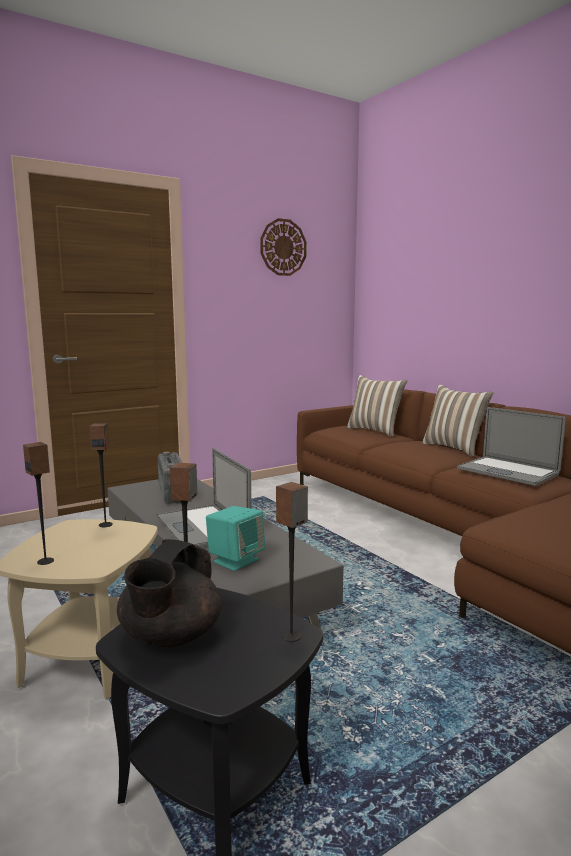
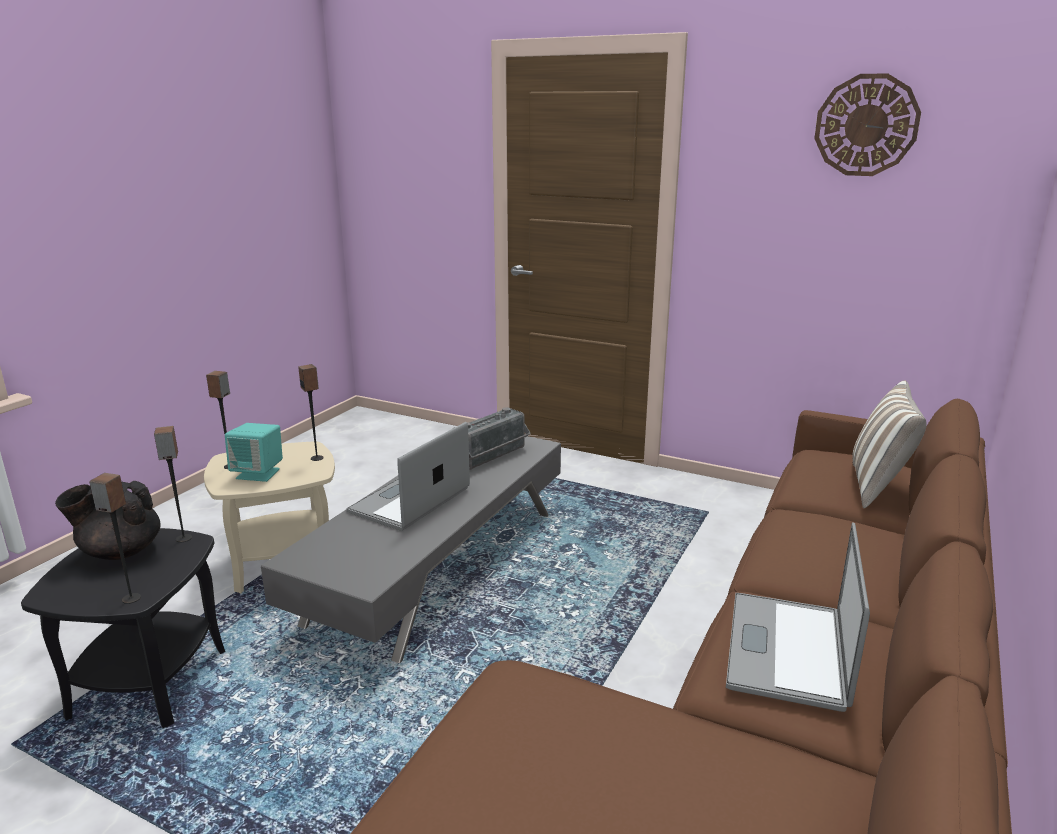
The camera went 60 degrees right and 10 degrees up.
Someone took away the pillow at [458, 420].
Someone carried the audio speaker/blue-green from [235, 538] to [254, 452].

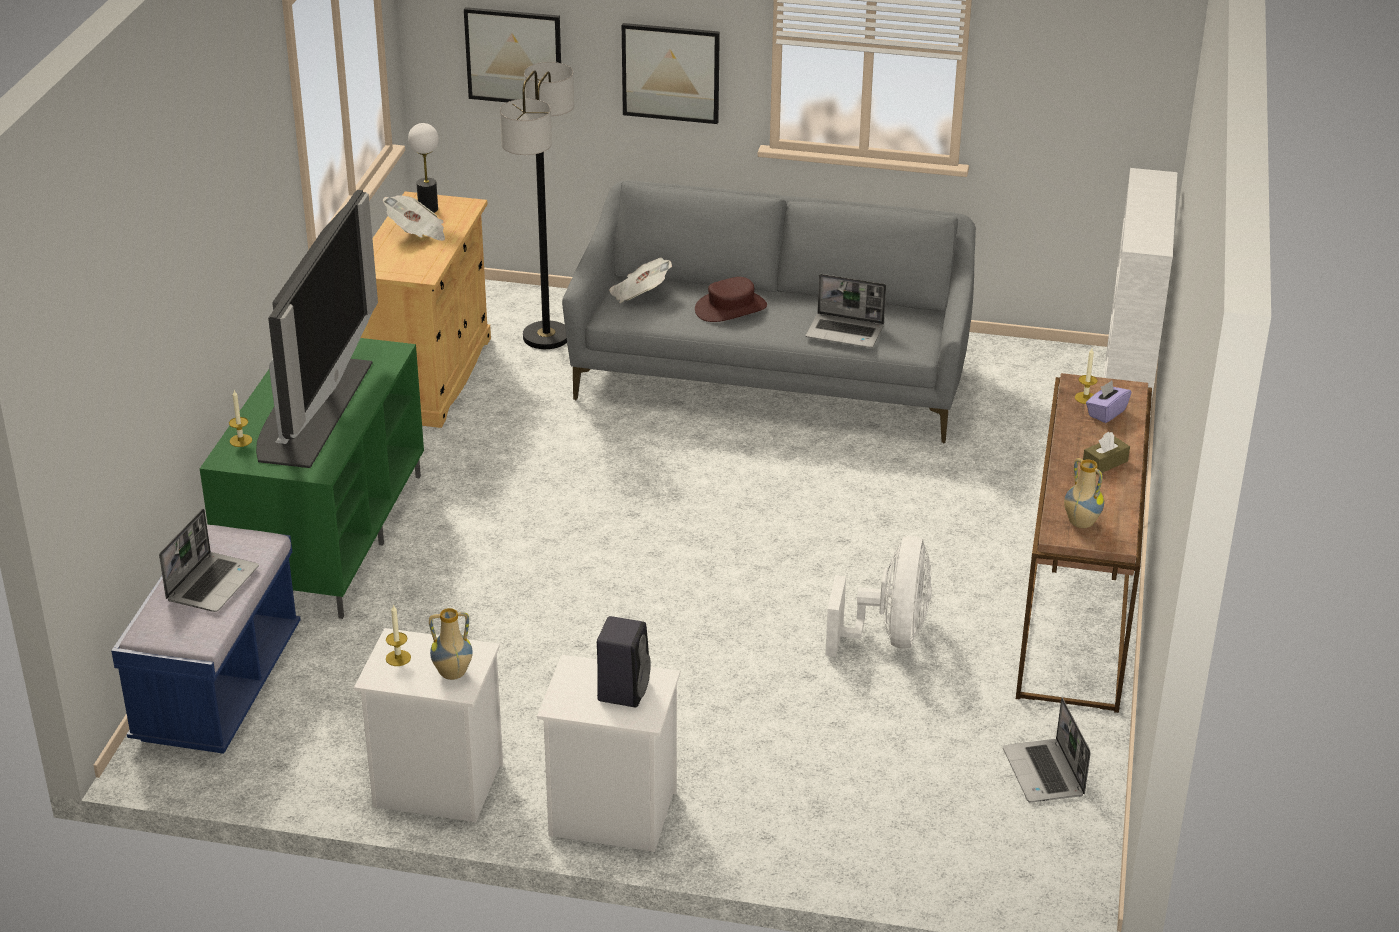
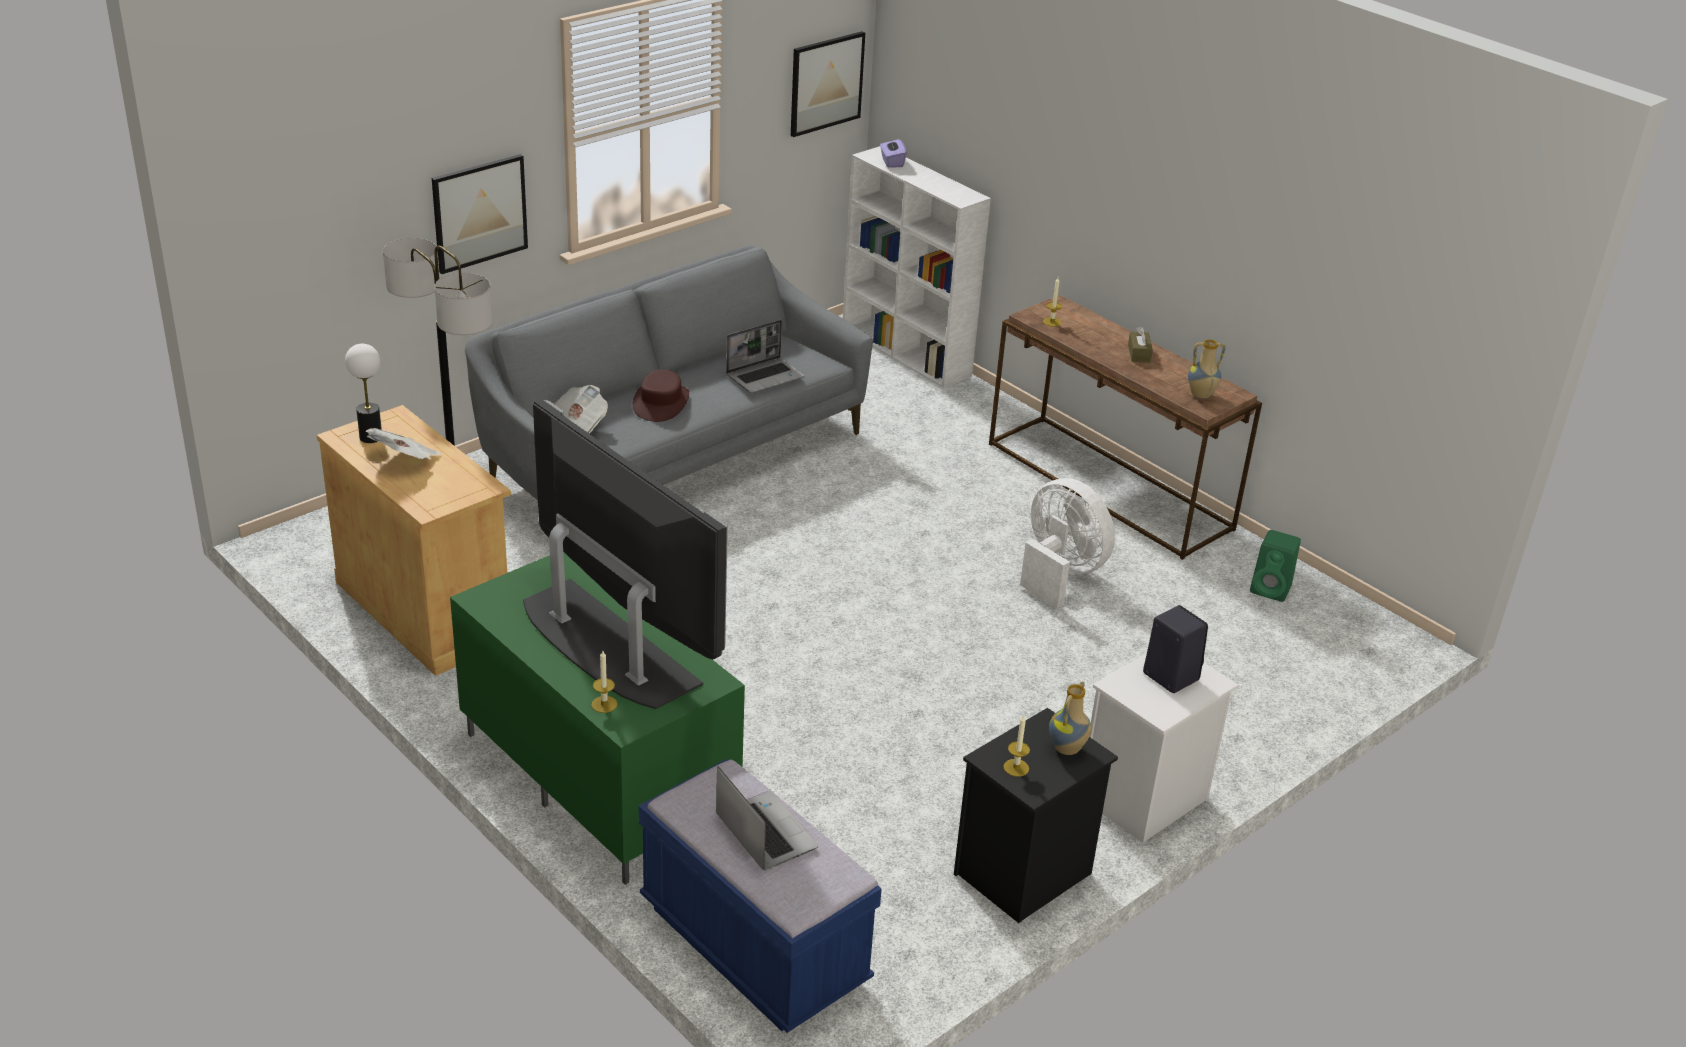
The camera went 55 degrees left and 0 degrees up.
Someone carried the wall art from [512, 54] to [828, 84].
Someone carried the tissue holder/purple-coloured from [1108, 402] to [893, 153].
Someone swapped the laptop at [1046, 750] for the audio speaker/green-coloured at [1275, 566].
Someone repainted the nightstand/white-coloured at [428, 725], which became the nightstand/black at [1036, 815].

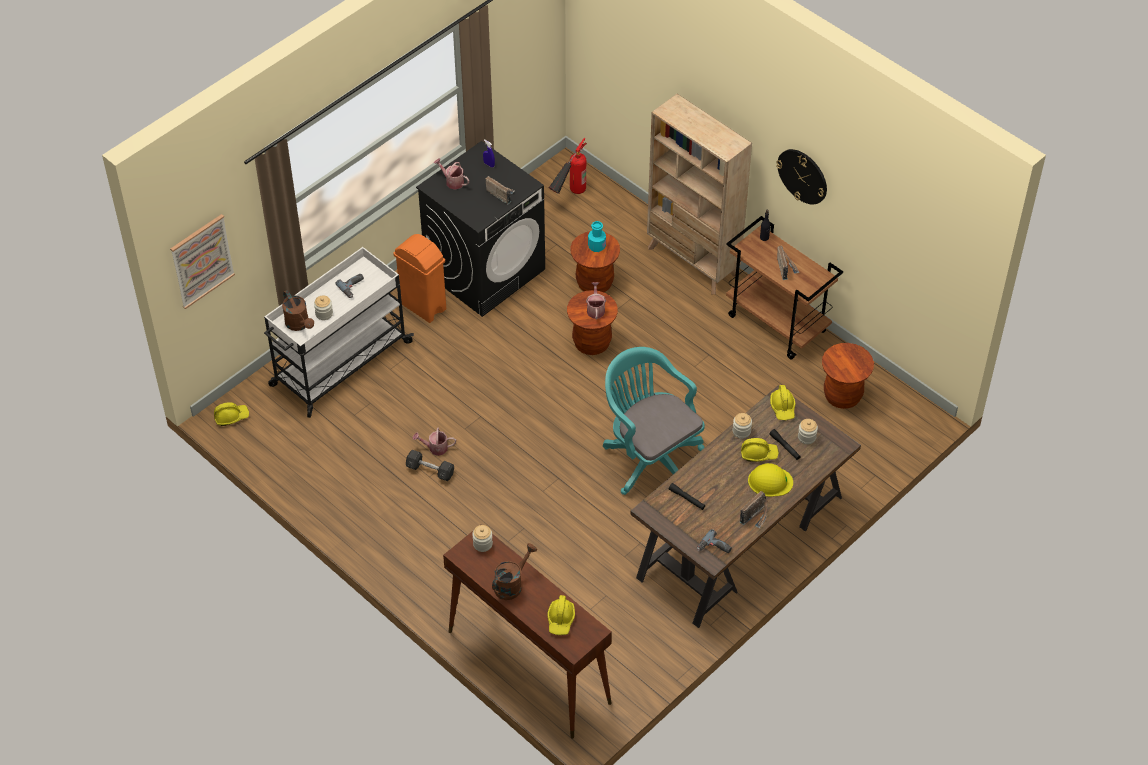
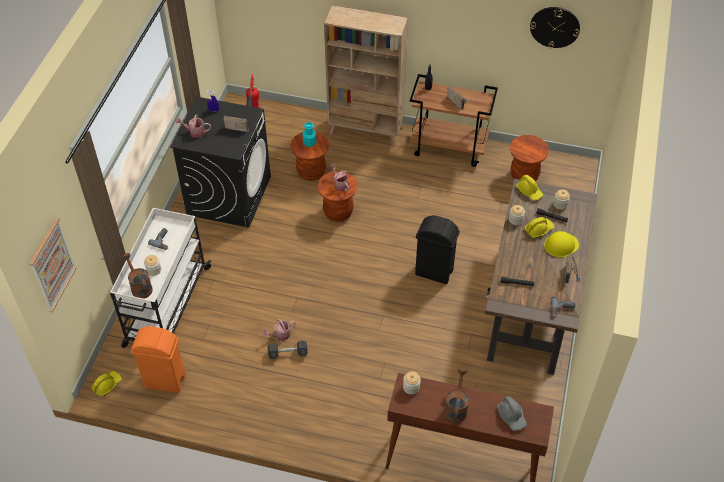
The camera went 30 degrees left and 0 degrees up.
Someone carried the waste bin/orangey from [419, 278] to [158, 359].
Someone carried the wall clock from [801, 177] to [555, 27].
Someone swapped the office chair/blue-green at [654, 421] for the waste bin/black at [437, 249].
Someone repainted the safety helmet/yellow at [561, 615], which became the safety helmet/grey at [512, 413].
Someone rotated the sprinkling can/brown at [298, 310] by 150 degrees counterclockwise.

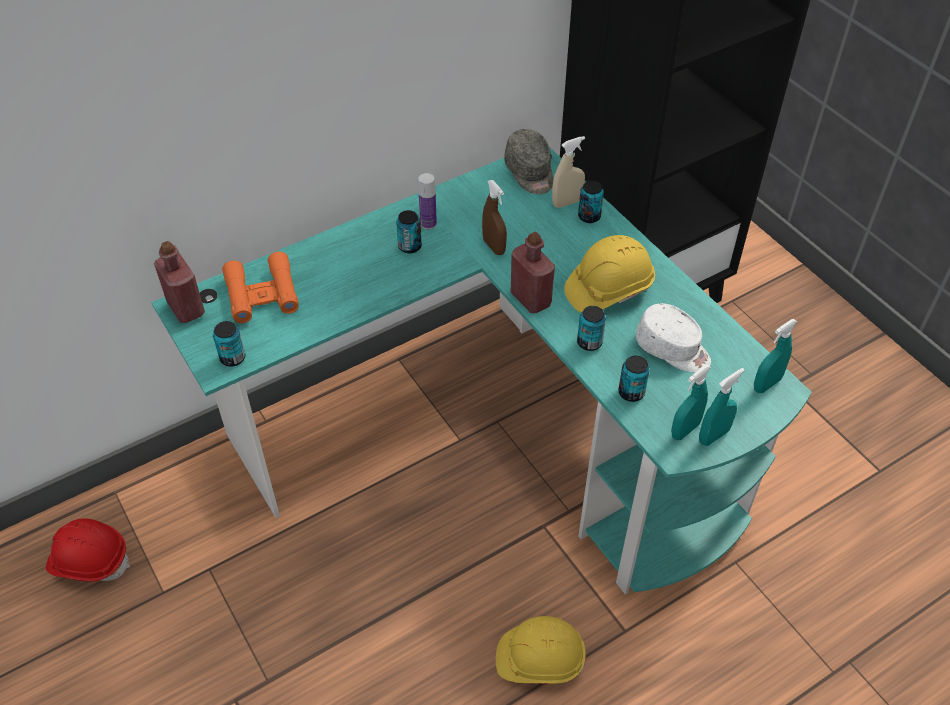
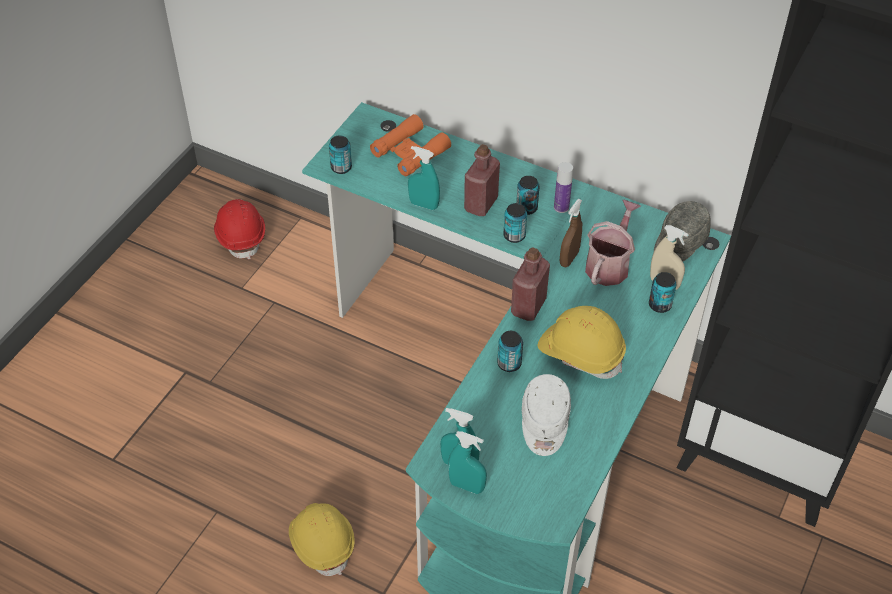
The camera went 60 degrees right and 0 degrees up.
Someone put down the sprinkling can at [613, 243].
Someone carried the bottle/red from [179, 282] to [482, 180].
Someone carried the metal can from [634, 379] to [515, 223].
Someone carried the hand sprayer/blue-green from [775, 356] to [424, 178].

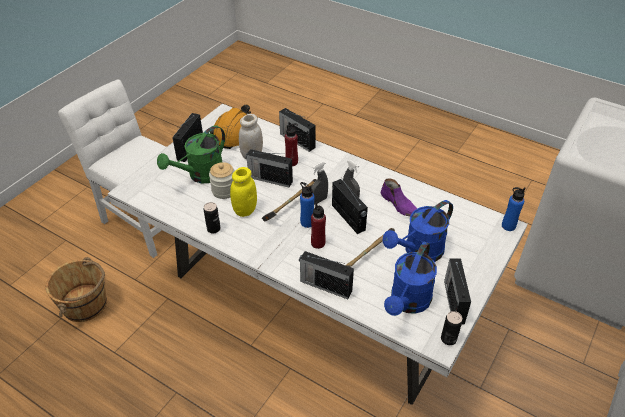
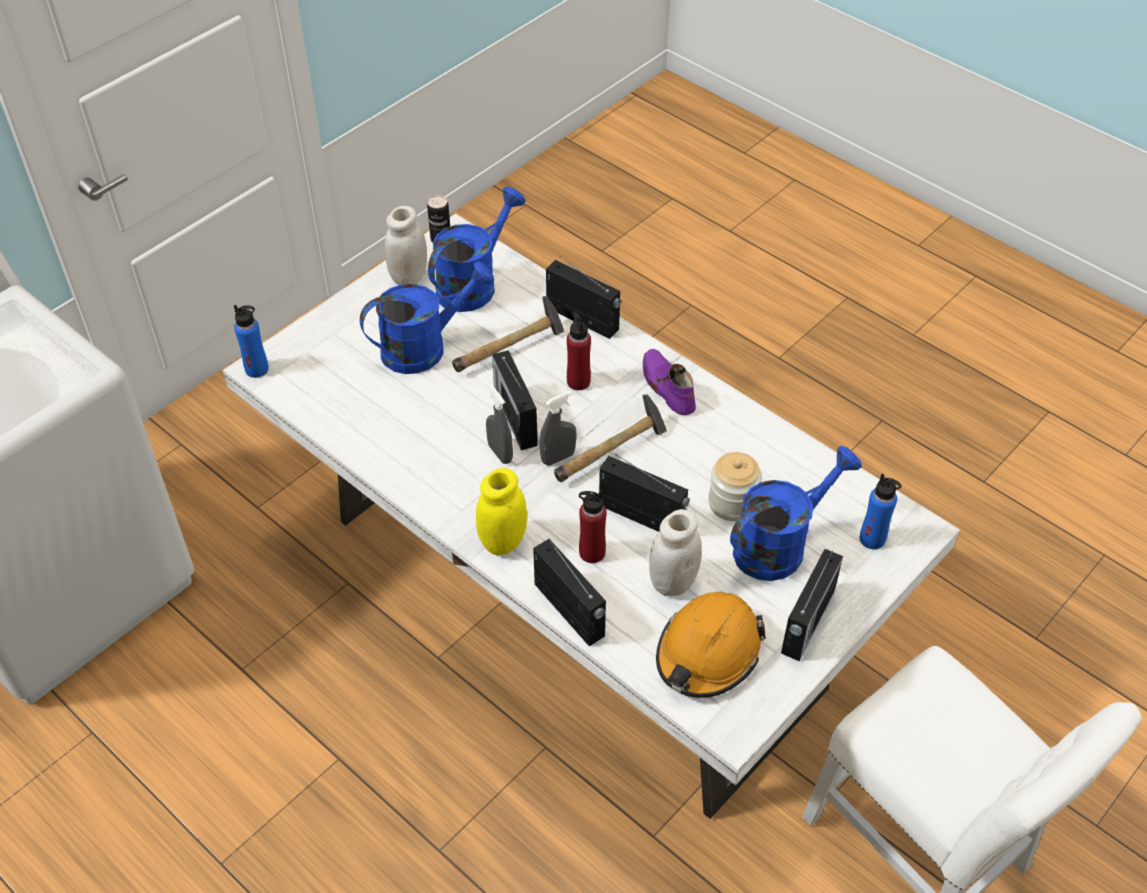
The camera went 170 degrees left and 5 degrees up.
Someone took away the bucket/brown at [76, 289].
Someone took away the metal can at [212, 217].
Someone carried the jar/yellow from [243, 192] to [501, 512].
Someone carried the bottle/blue-coloured from [307, 205] to [880, 511].
Someone carried the shoe/purple-coloured from [398, 197] to [669, 382].
Someone swapped the radio receiver at [457, 291] for the jar/white-coloured at [406, 245].
Someone repainted the sprinkling can/green-coloured at [191, 154], which became the sprinkling can/blue-coloured at [796, 513].

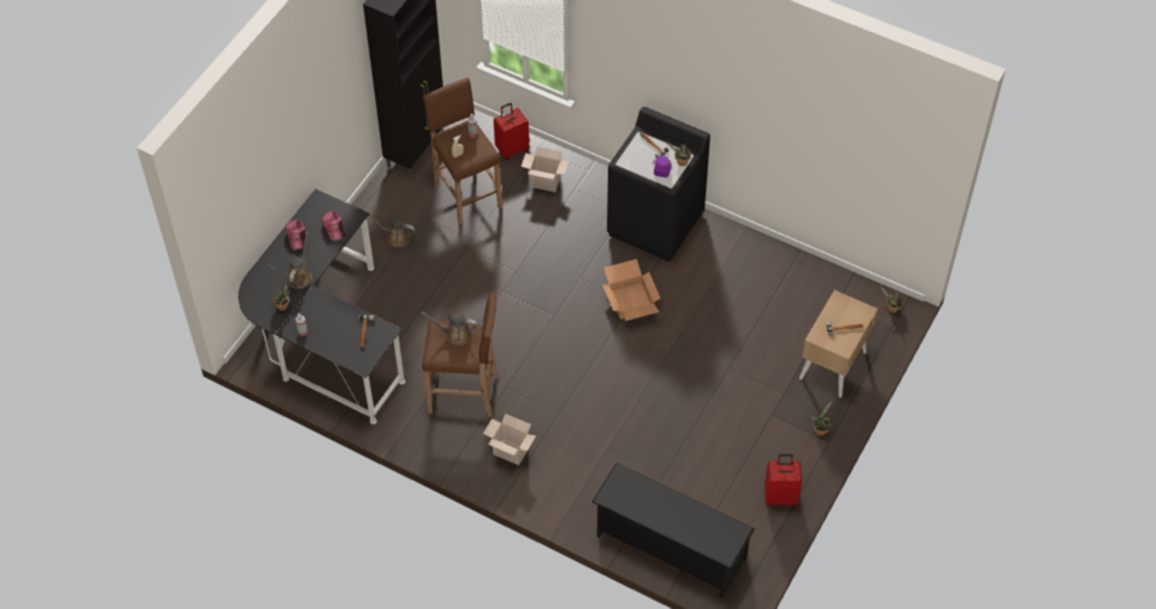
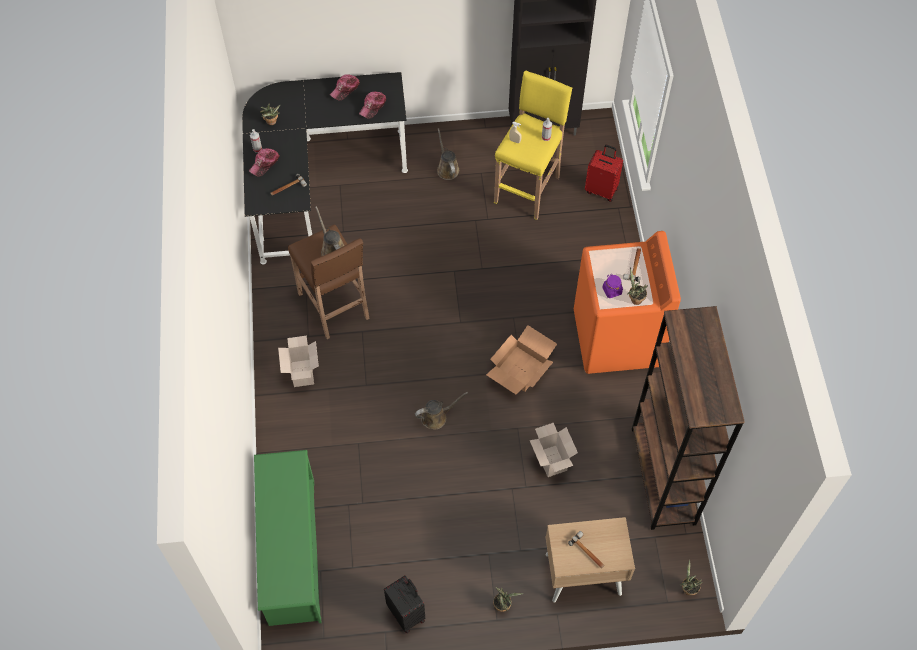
The camera went 55 degrees right and 5 degrees up.
Someone put down the cap at [264, 162].
Someone put down the shelving unit/brown at [688, 418].
Someone carried the sprinkling can/brown from [299, 260] to [441, 410].
Someone carried the cardboard box from [545, 169] to [554, 450].
Someone repainted the stool seat/brown at [462, 152], which became the stool seat/yellow at [533, 145].
Someone repainted the shoe stand/black at [673, 530], which became the shoe stand/green-coloured at [287, 538].
Someone repainted the washing machine/black at [658, 184], which became the washing machine/orangey at [627, 302].
Someone repainted the travel case/red at [783, 480], which became the travel case/black at [404, 604].

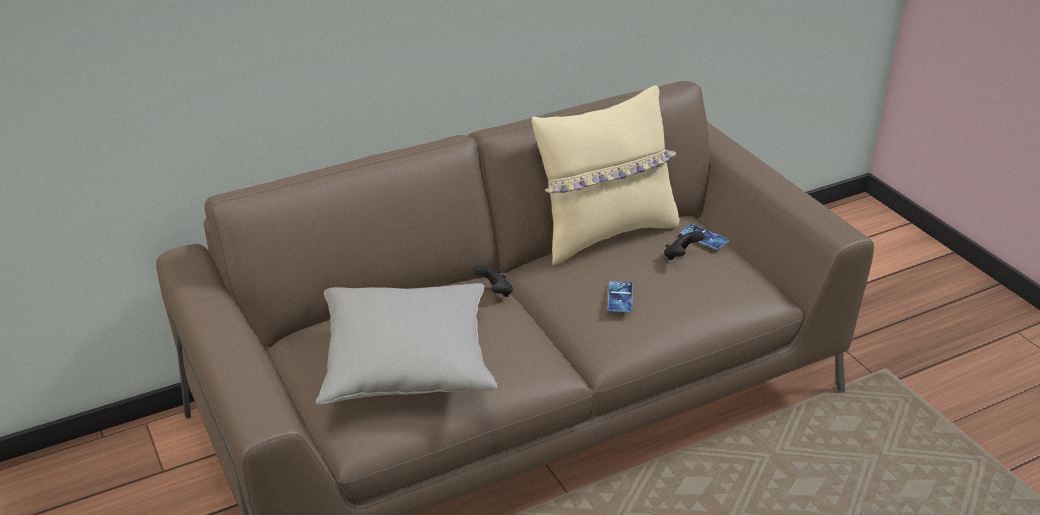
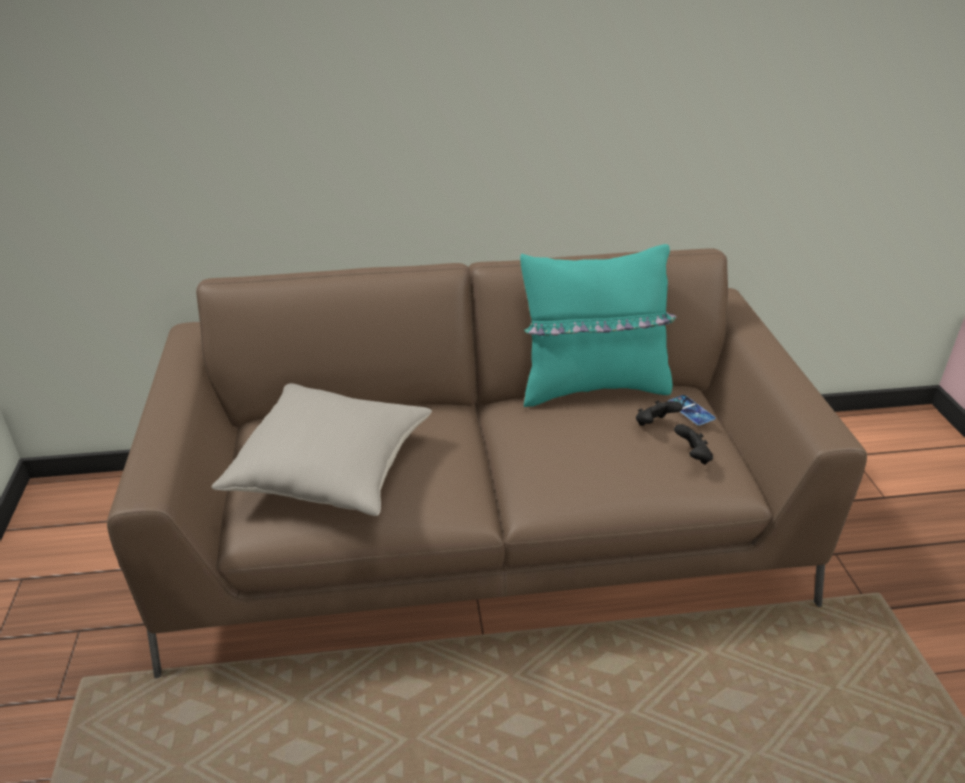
The camera went 20 degrees right and 0 degrees up.
Someone took away the handset at [620, 296].
Someone carried the joypad/black from [493, 281] to [693, 444].
Someone repainted the pillow/beige at [605, 175], which became the pillow/blue-green at [598, 325].

